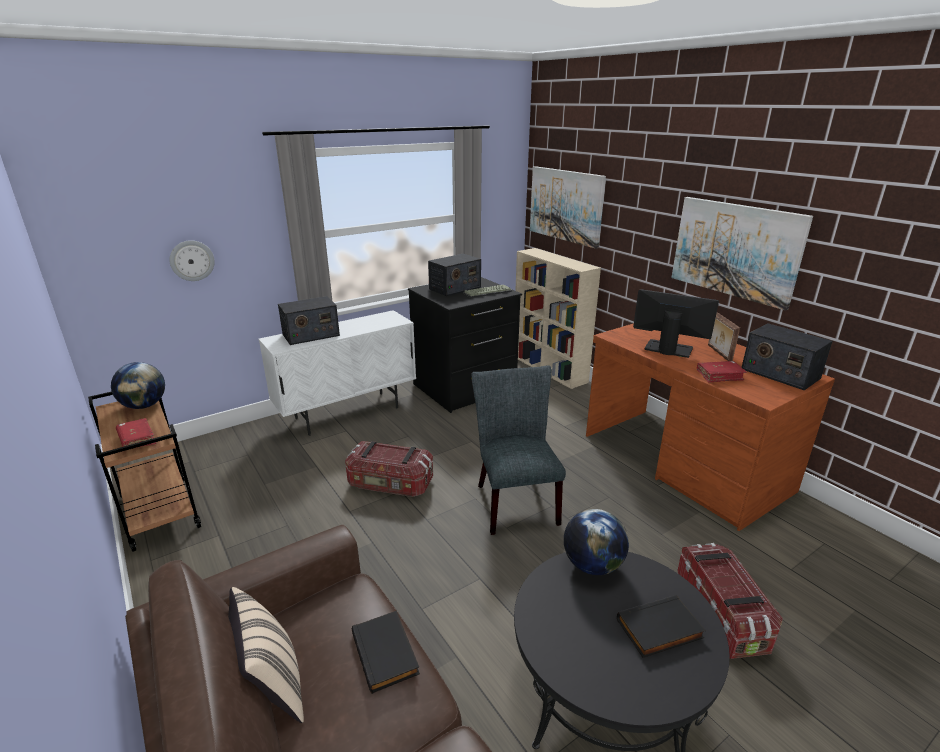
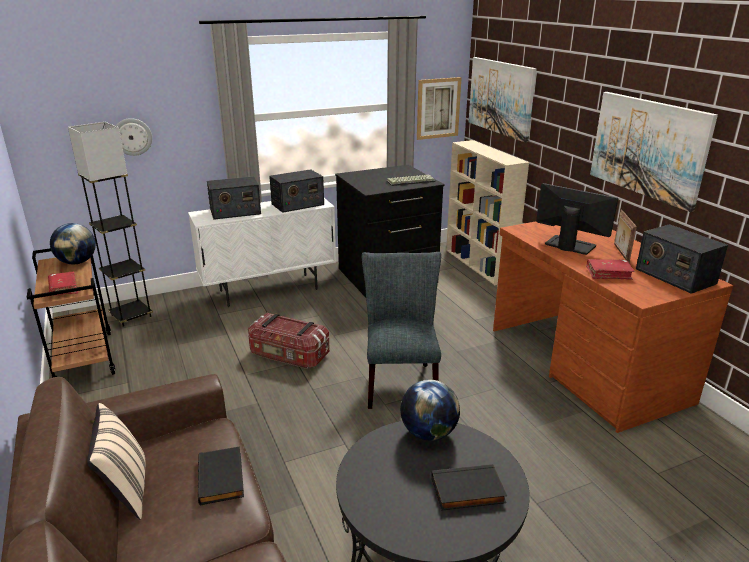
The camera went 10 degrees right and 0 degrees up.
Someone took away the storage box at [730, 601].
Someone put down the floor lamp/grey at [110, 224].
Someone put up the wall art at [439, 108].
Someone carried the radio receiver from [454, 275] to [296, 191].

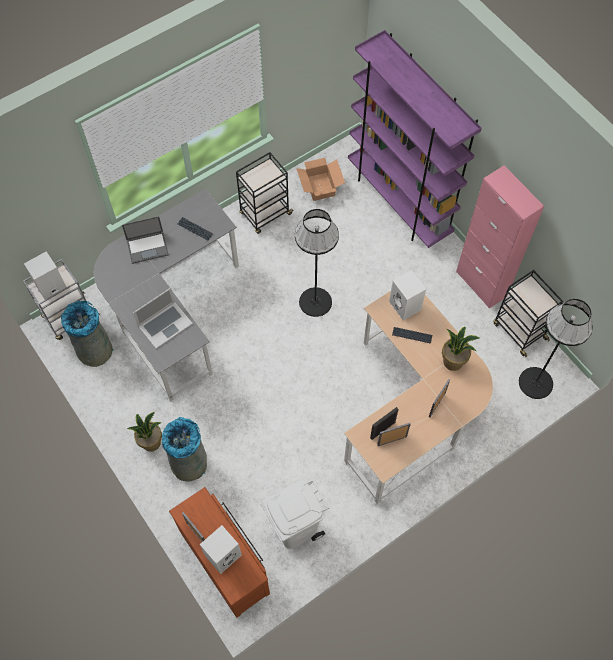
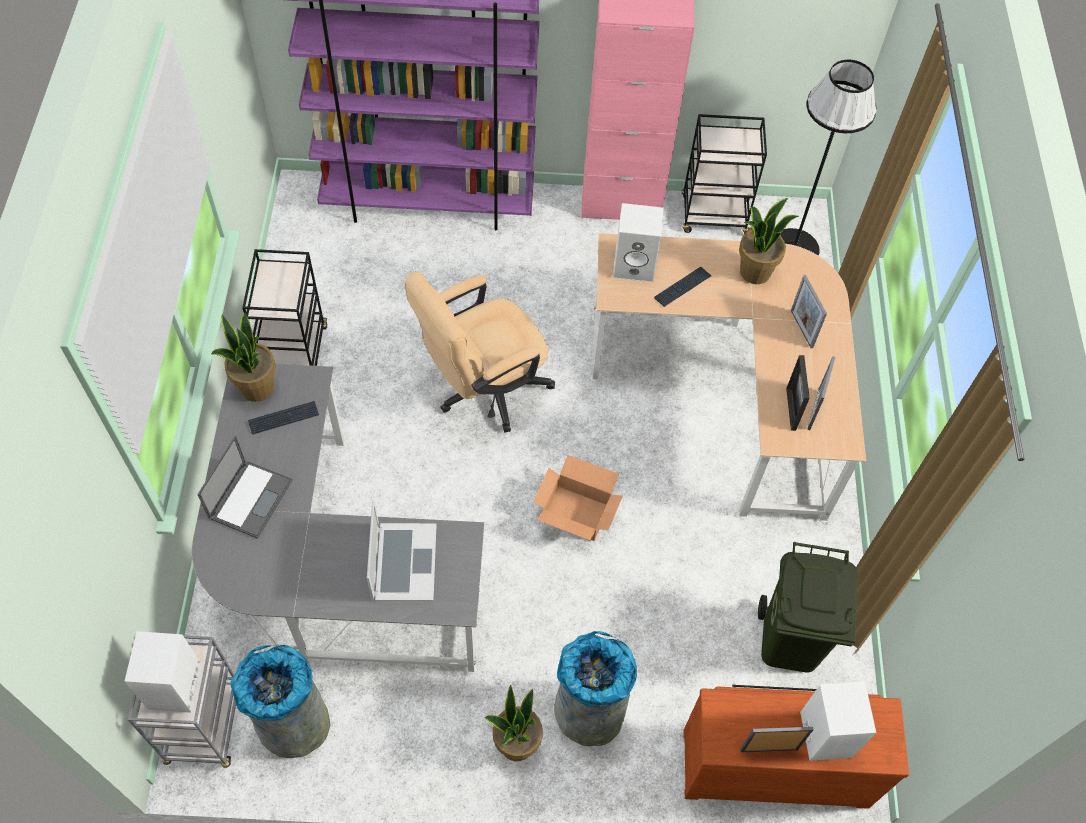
The camera went 55 degrees left and 5 degrees down.
Someone put down the houseplant at [243, 357].
Someone carried the cardboard box from [320, 179] to [578, 498].
Someone swapped the floor lamp/black at [317, 263] for the office chair/beige at [480, 352].
Someone repainted the waste bin/white-coloured at [295, 514], which became the waste bin/green-coloured at [808, 607].

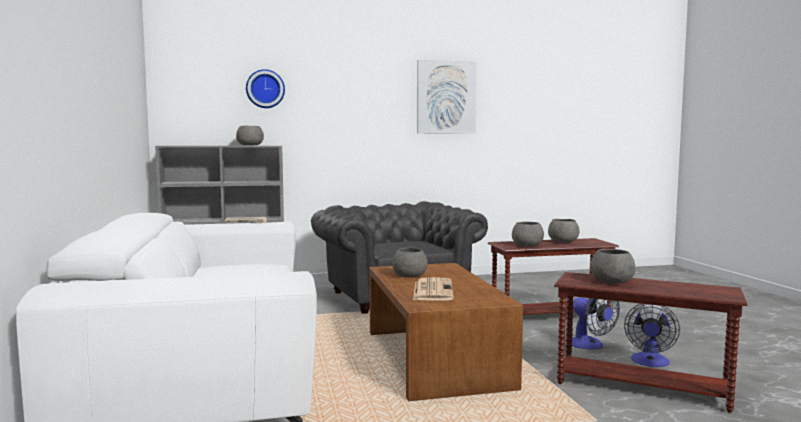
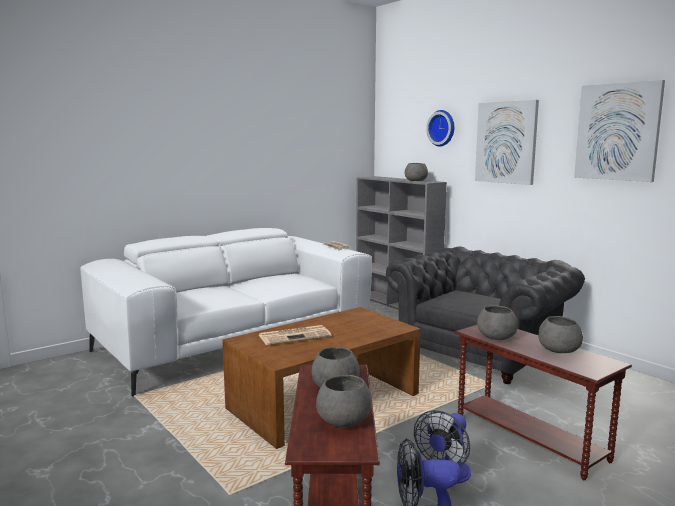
The camera went 65 degrees right and 5 degrees up.
Someone put up the wall art at [507, 142].
Someone carried the serving bowl/grey from [410, 262] to [344, 401].

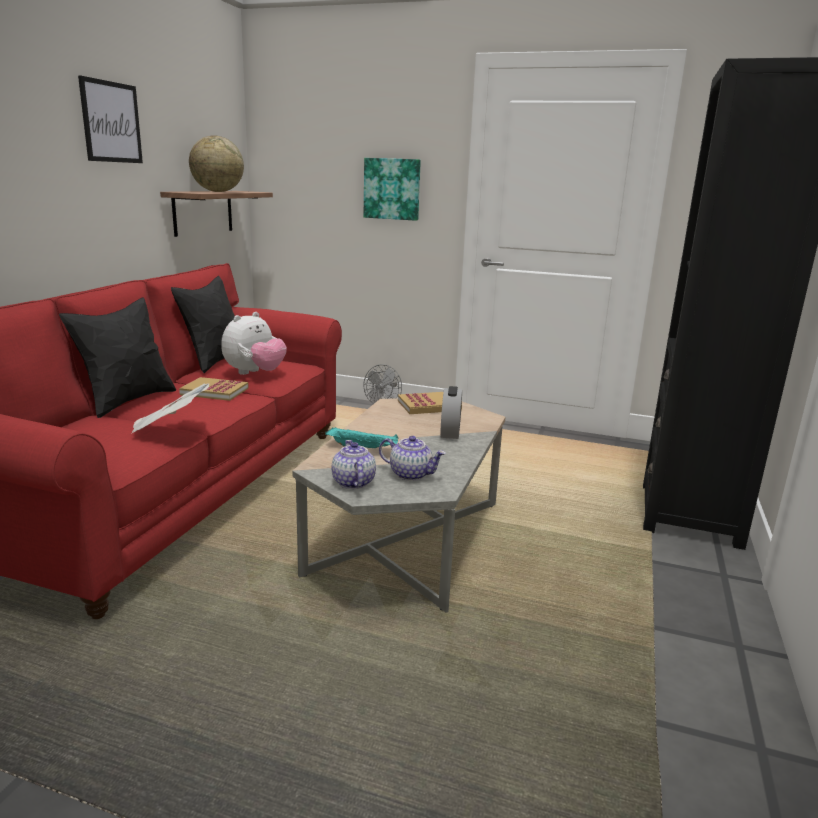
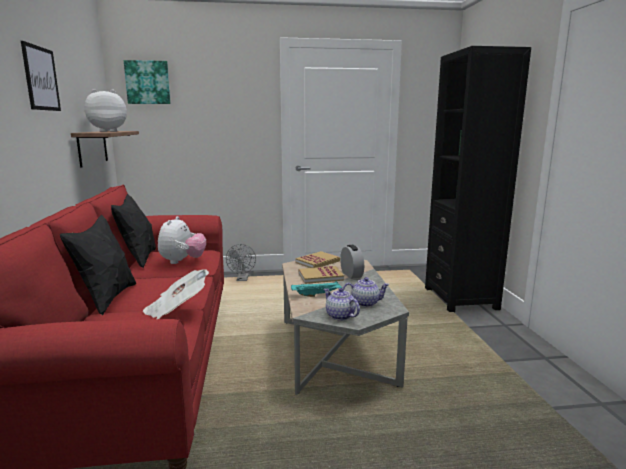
The camera went 25 degrees left and 5 degrees down.
Someone carried the bound book from [214, 389] to [321, 275].
Someone carried the wall art from [392, 189] to [147, 82].
Someone swapped the world globe at [216, 163] for the plush toy at [105, 110].

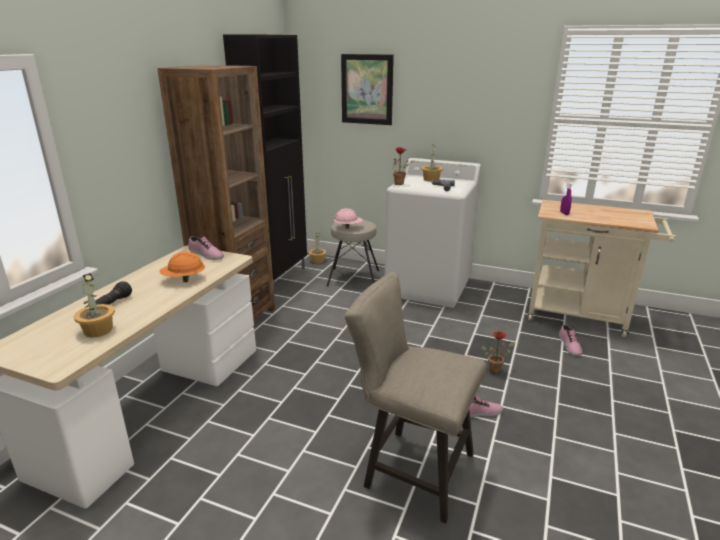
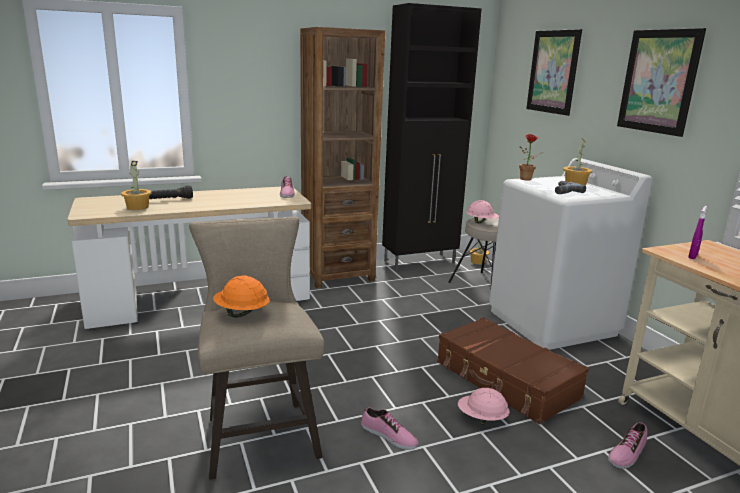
The camera went 45 degrees right and 5 degrees down.
Someone put down the travel case/brown at [513, 370].
Someone put up the wall art at [661, 82].
Someone carried the safety helmet/orangey from [182, 266] to [241, 296].
Someone swapped the houseplant at [497, 352] for the safety helmet/pinkish at [484, 407].

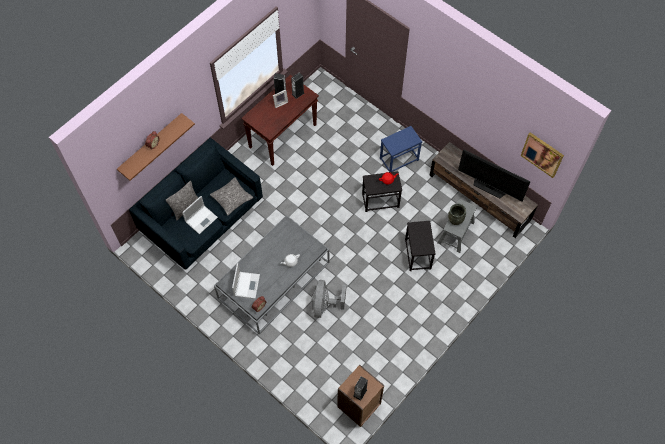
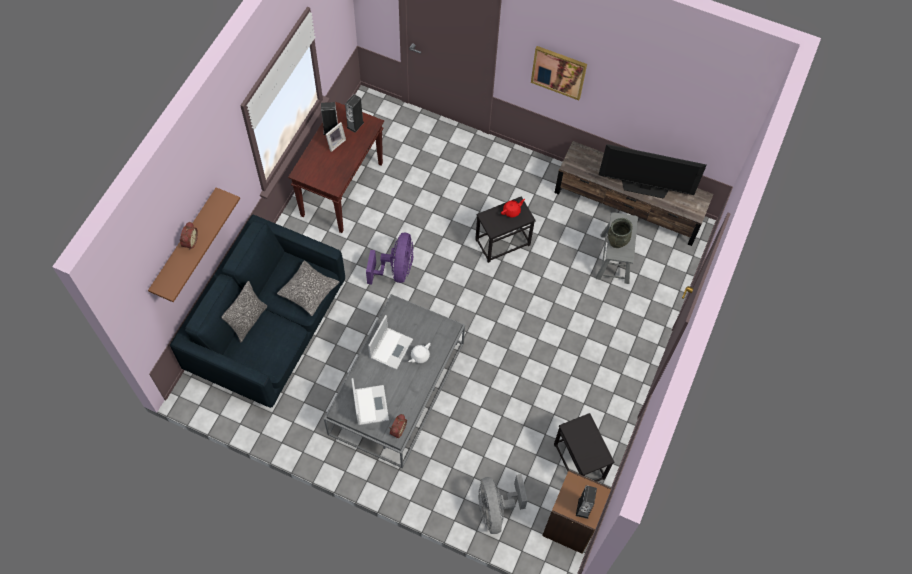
The camera went 20 degrees left and 0 degrees up.
Someone took away the side table/blue-coloured at [401, 149].
Someone put down the electric fan/purple-coloured at [389, 258].
Someone carried the laptop from [200, 215] to [390, 342].
Someone carried the electric fan/grey from [329, 299] to [503, 504].
Someone carried the side table/black from [420, 246] to [584, 447].
Someone carried the wall art from [542, 155] to [559, 73].

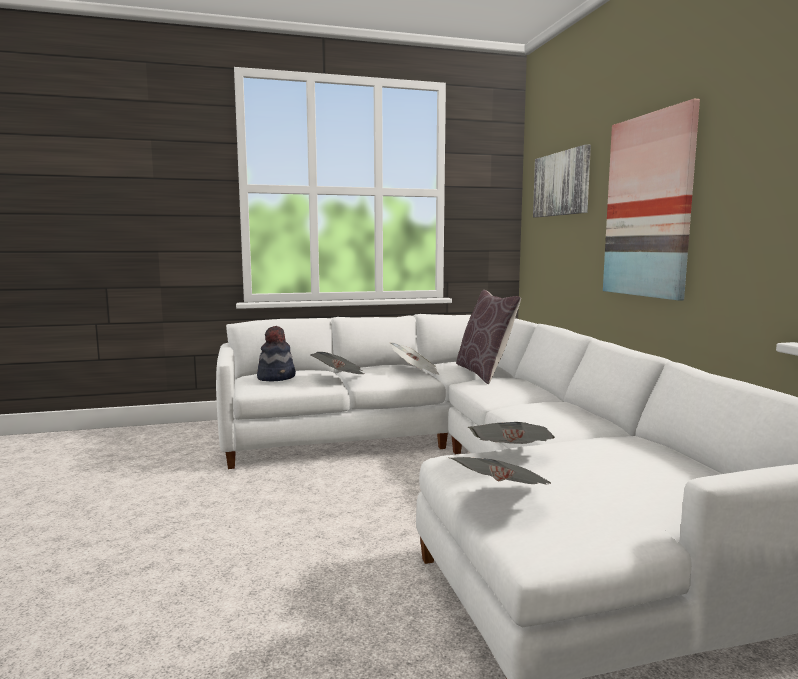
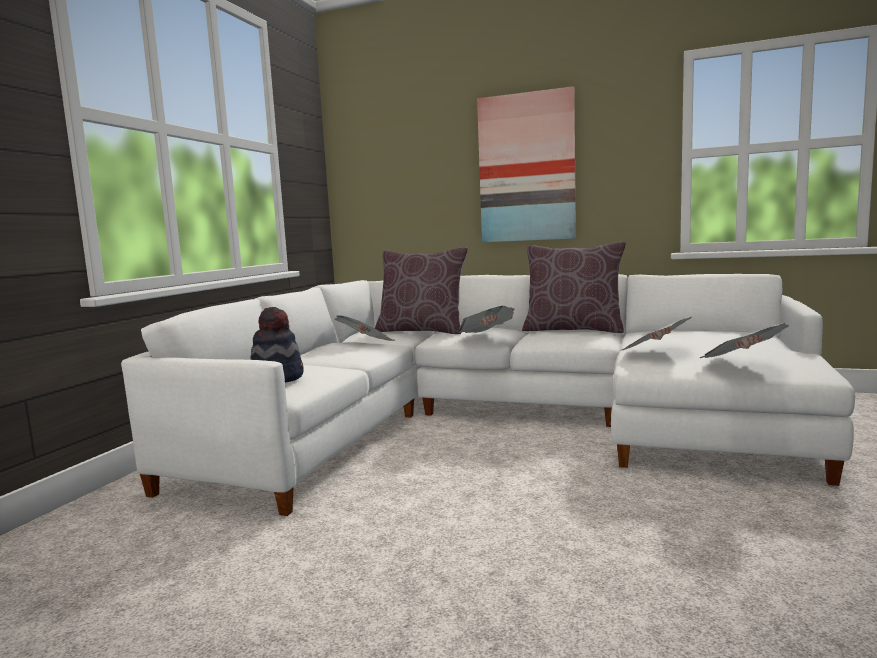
The camera went 55 degrees left and 0 degrees up.
Someone took away the wall art at [562, 181].
Someone put down the pillow/brown at [574, 287].
Someone carried the daily paper from [337, 363] to [487, 319].

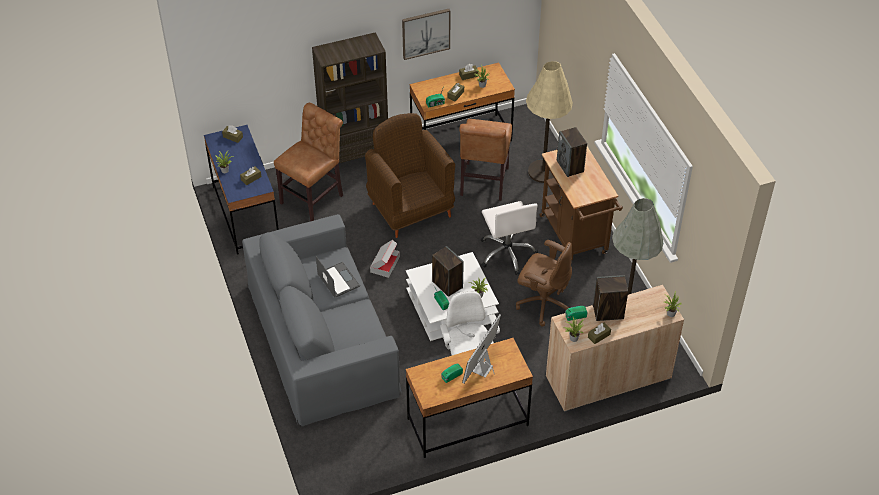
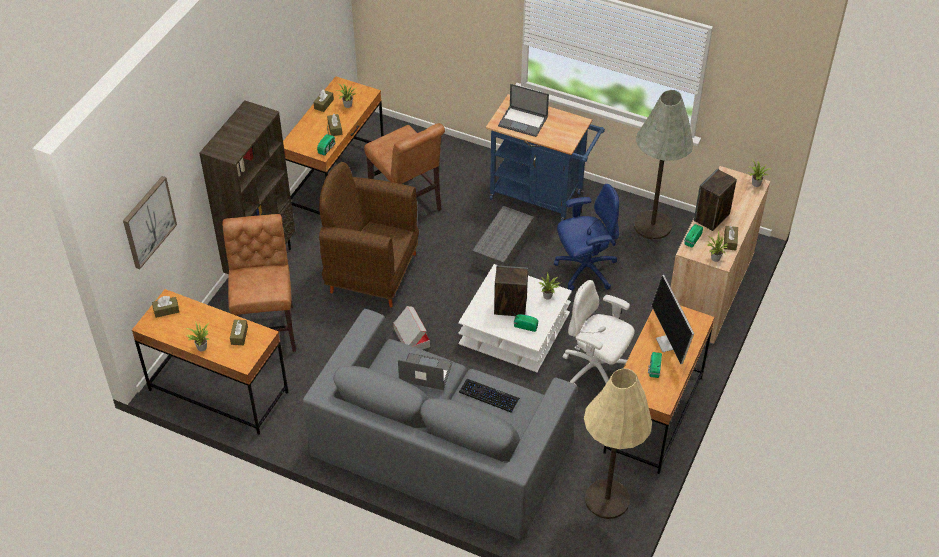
The camera went 45 degrees left and 0 degrees up.
Someone put down the PC keyboard at [489, 396].
Someone carried the wall art from [426, 34] to [150, 222].
Someone carried the floor lamp/beige from [549, 122] to [618, 443].
Someone swapped the office chair/white-coloured at [509, 238] for the storage box/grey at [503, 239].
Someone swapped the audio speaker at [572, 152] for the laptop at [523, 110].
Someone repainted the desk table/blue-coloured at [241, 189], which became the desk table/brown at [210, 362].
Someone repainted the office chair/brown at [544, 283], which became the office chair/blue-coloured at [586, 237].
Someone repainted the wheeled cart/brown at [581, 203], which became the wheeled cart/blue-coloured at [545, 157].

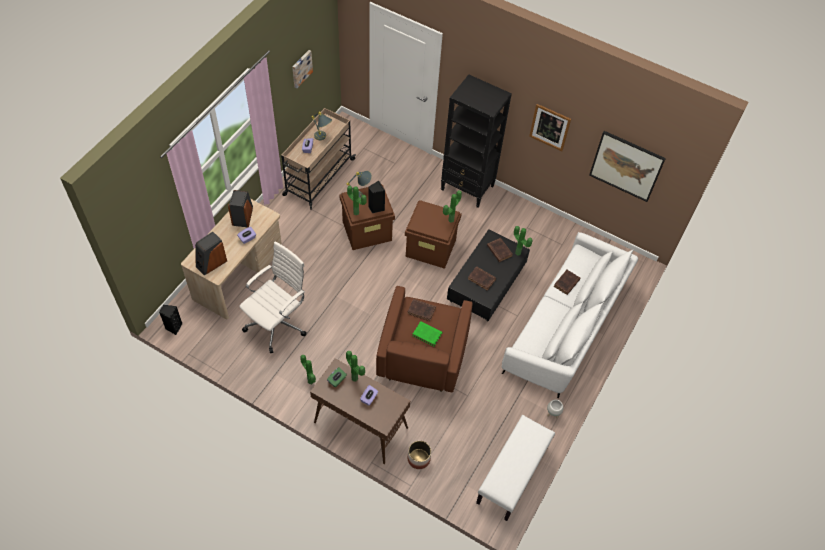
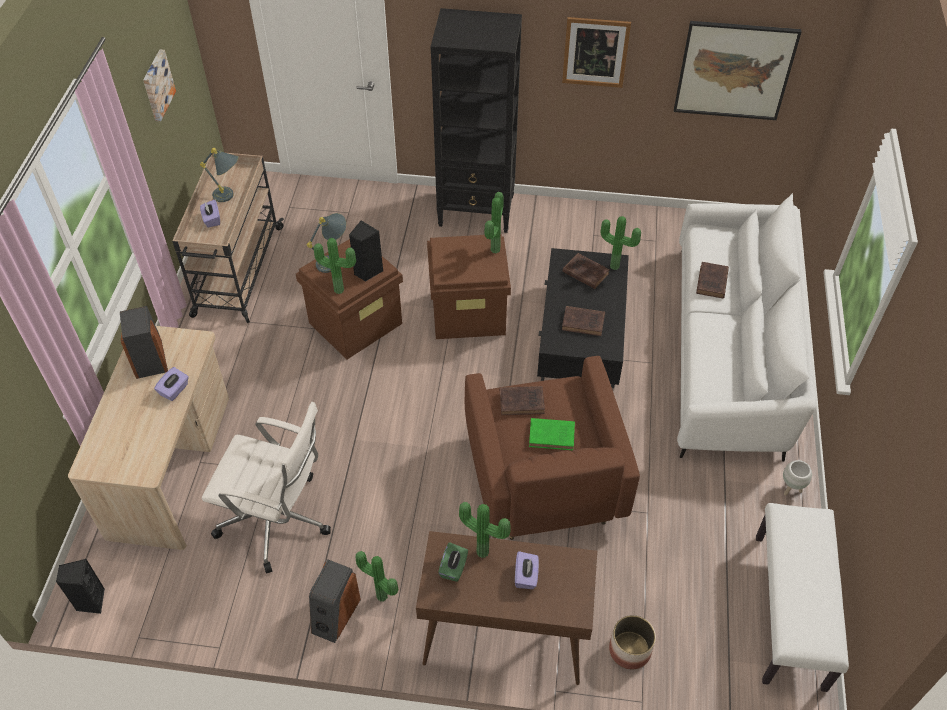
The camera went 20 degrees left and 5 degrees down.
Someone carried the audio speaker from [211, 253] to [335, 601].
Someone rotated the office chair/white-coloured at [273, 297] by 90 degrees clockwise.

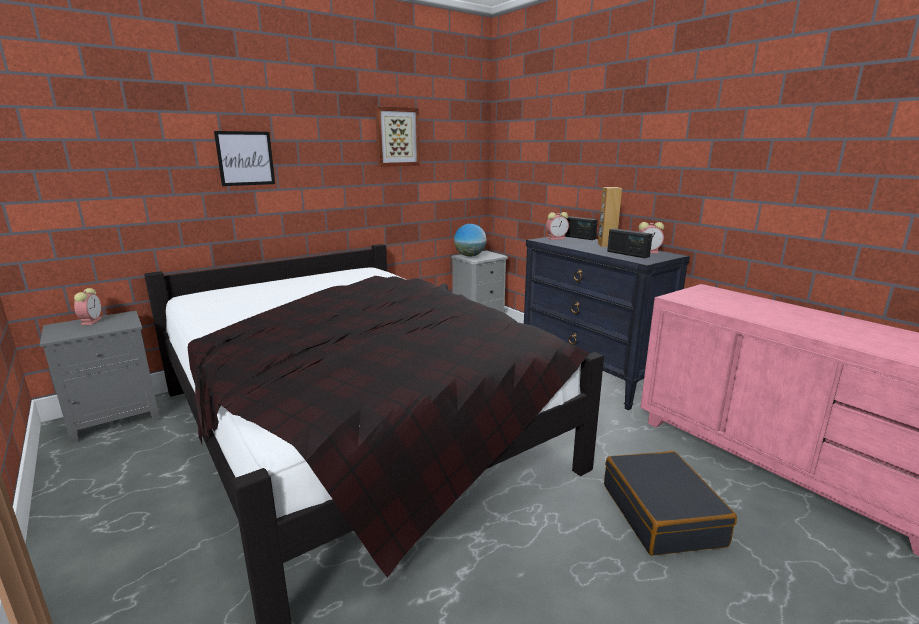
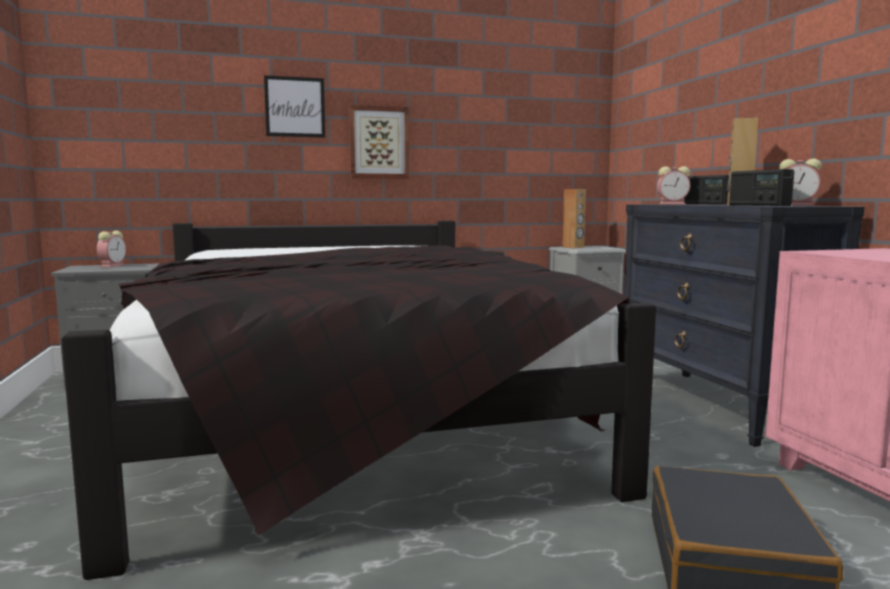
The camera went 20 degrees right and 10 degrees down.
Someone carried the wall art from [397, 136] to [379, 142].
Someone swapped the world globe at [470, 240] for the audio speaker/brown at [574, 219].

